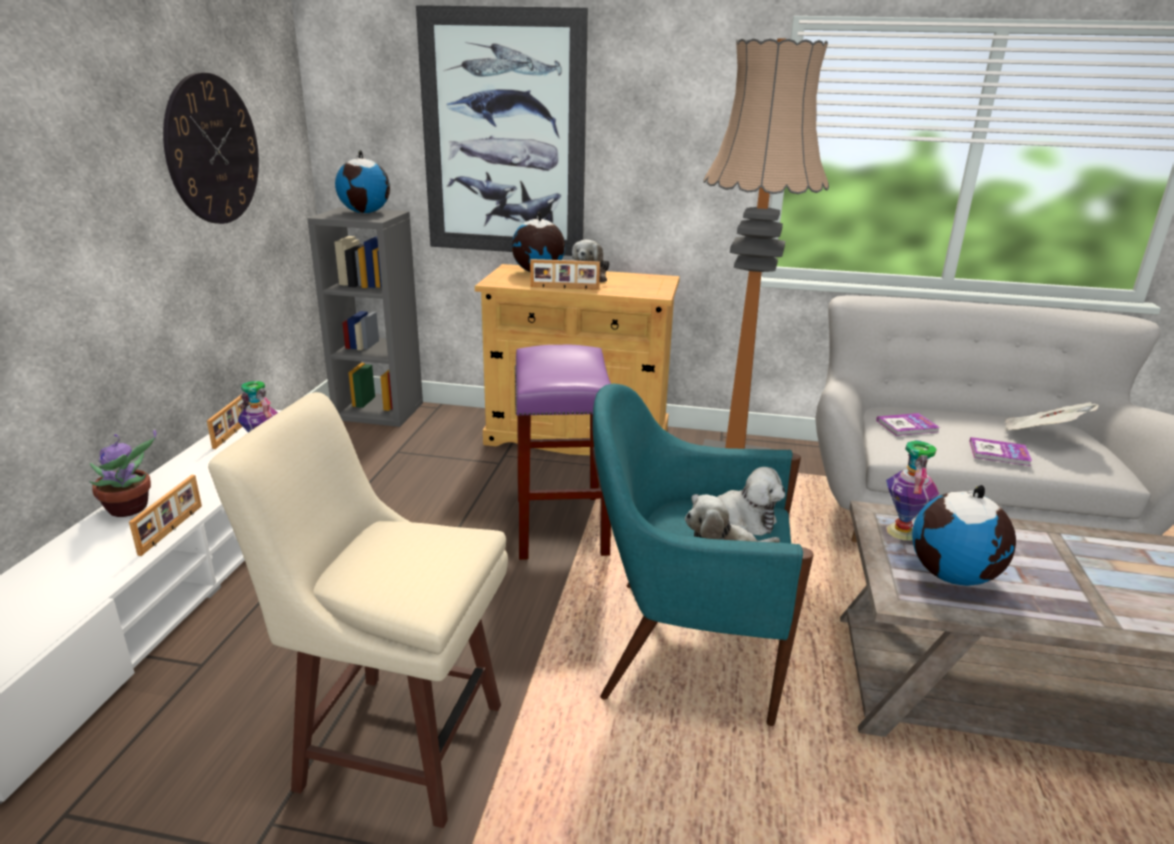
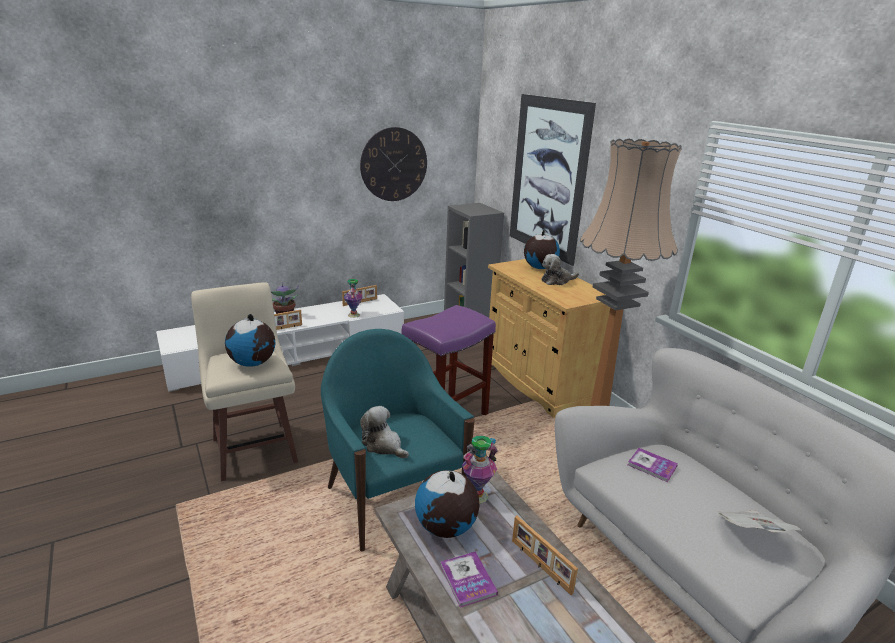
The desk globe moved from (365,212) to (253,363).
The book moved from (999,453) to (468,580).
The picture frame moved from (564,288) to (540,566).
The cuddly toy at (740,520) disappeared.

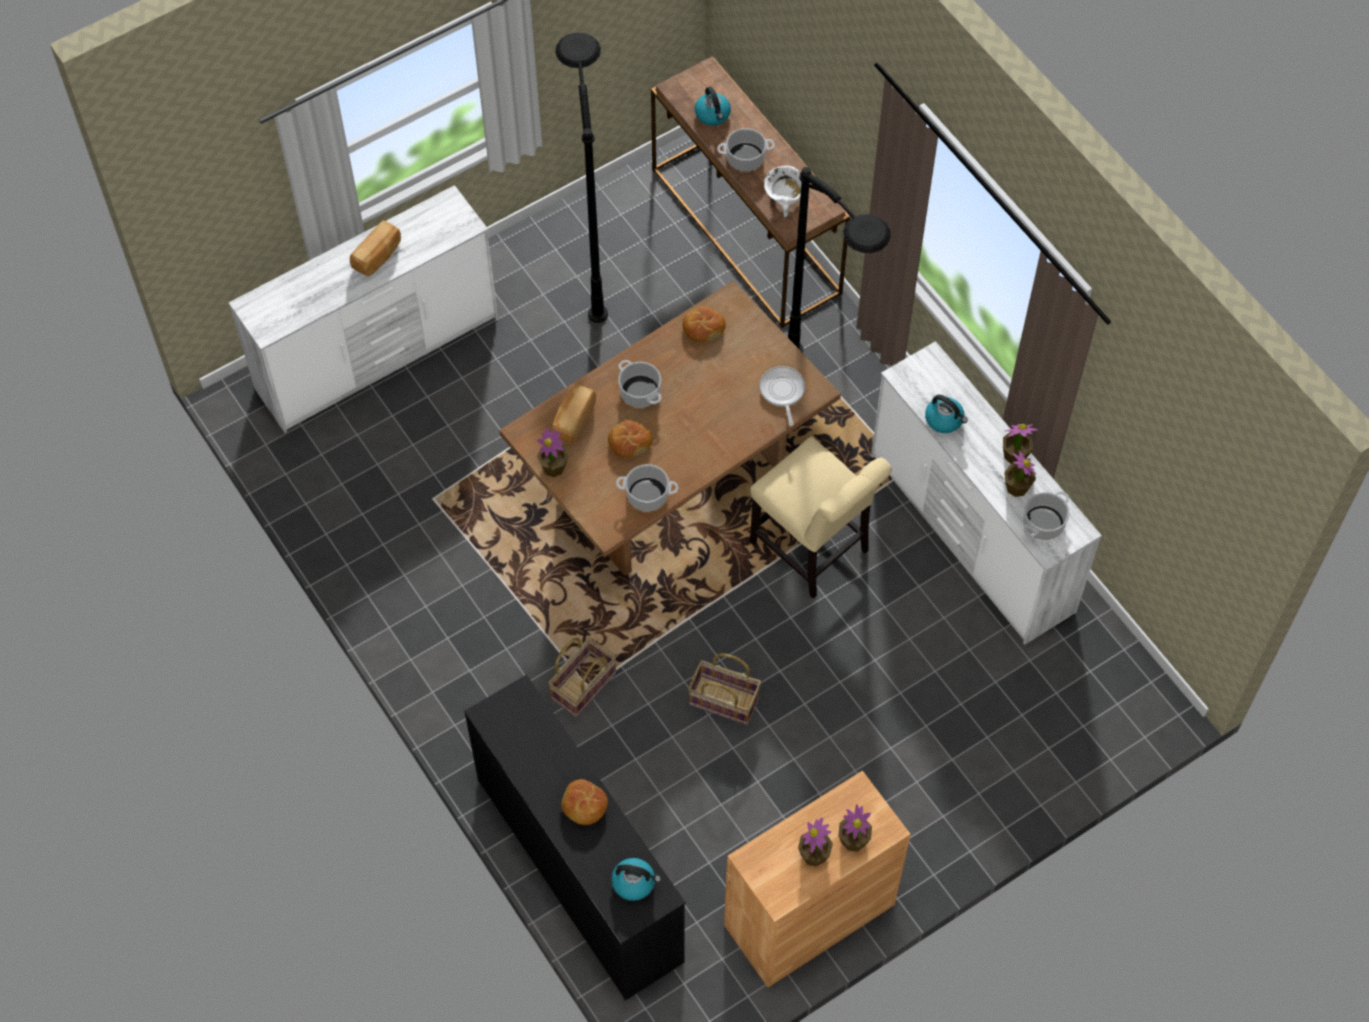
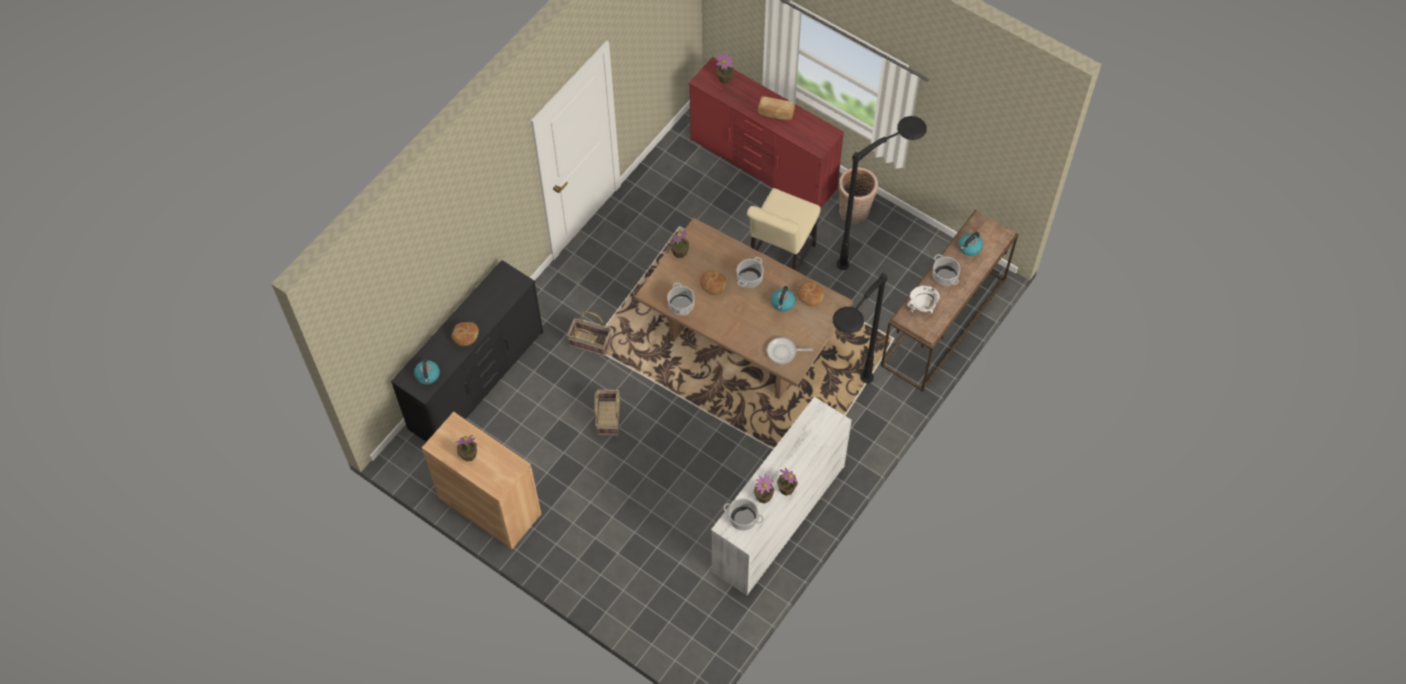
The dresser in whitish at (379,354) became the dresser in red at (763,165).
The houseplant moved from (853,840) to (725,78).
The upright chair in beige moved from (813,551) to (780,259).
The pan at (782,392) turned 150 degrees counterclockwise.
The water kettle moved from (944,420) to (783,303).
The storage basket at (854,213) appeared.
The baked bread at (572,420) disappeared.

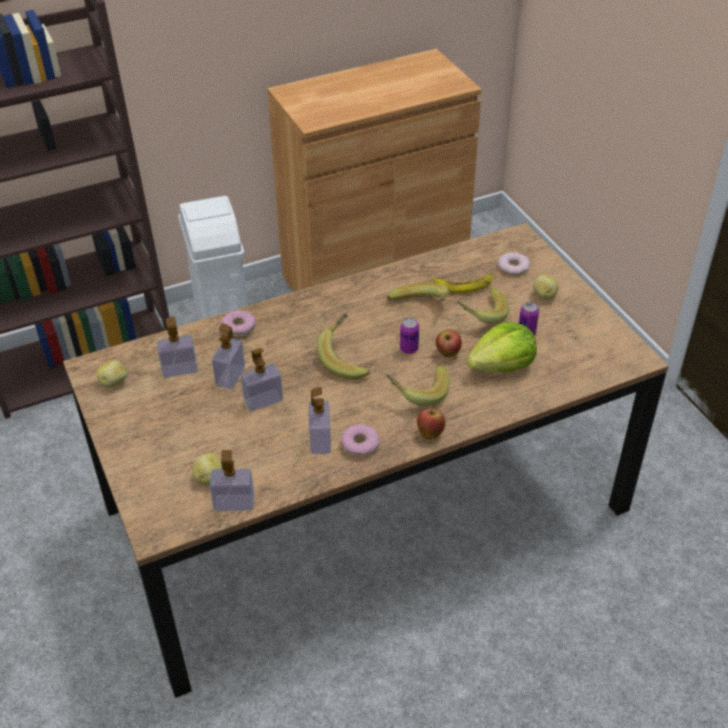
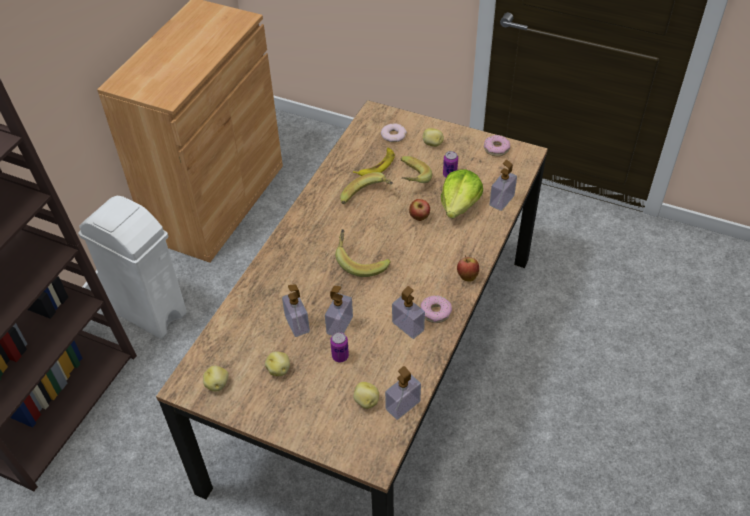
The potato at (279,369) appeared.
The sealed can moved from (409,349) to (340,356).
The donut moved from (239,328) to (496,149).
The soap dispenser moved from (179,369) to (501,200).
The banana fruit at (417,392) disappeared.

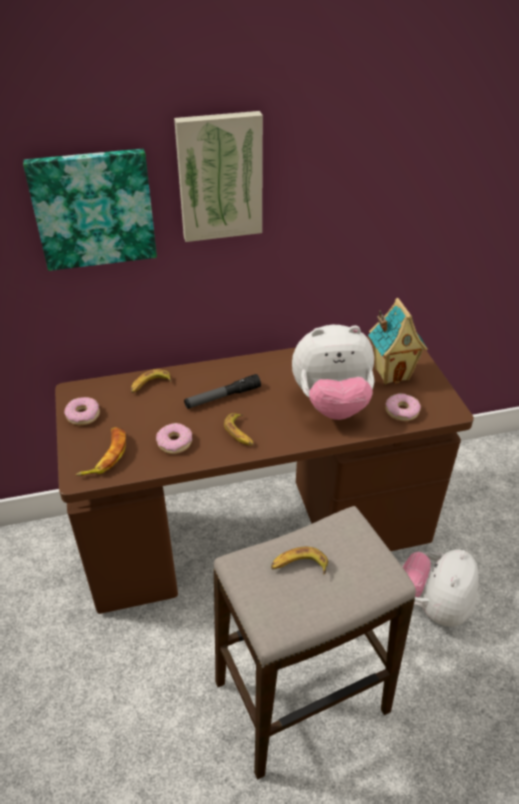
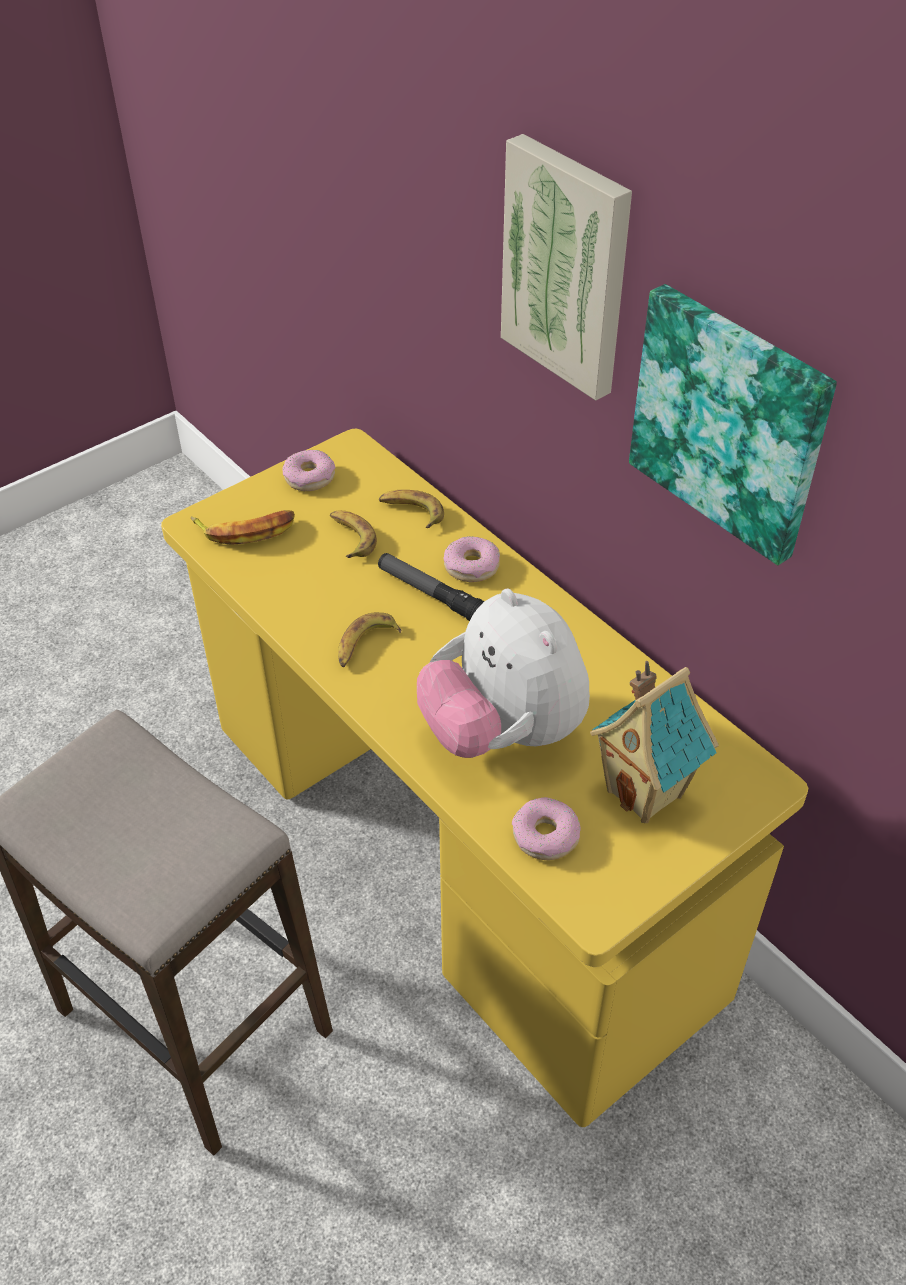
The desk in brown at (258,533) became the desk in yellowish at (455,854).
The banana fruit moved from (299,566) to (351,538).
The donut moved from (175,442) to (471,566).
The wall picture moved from (94,209) to (730,421).
The cuddly toy at (433,605) disappeared.

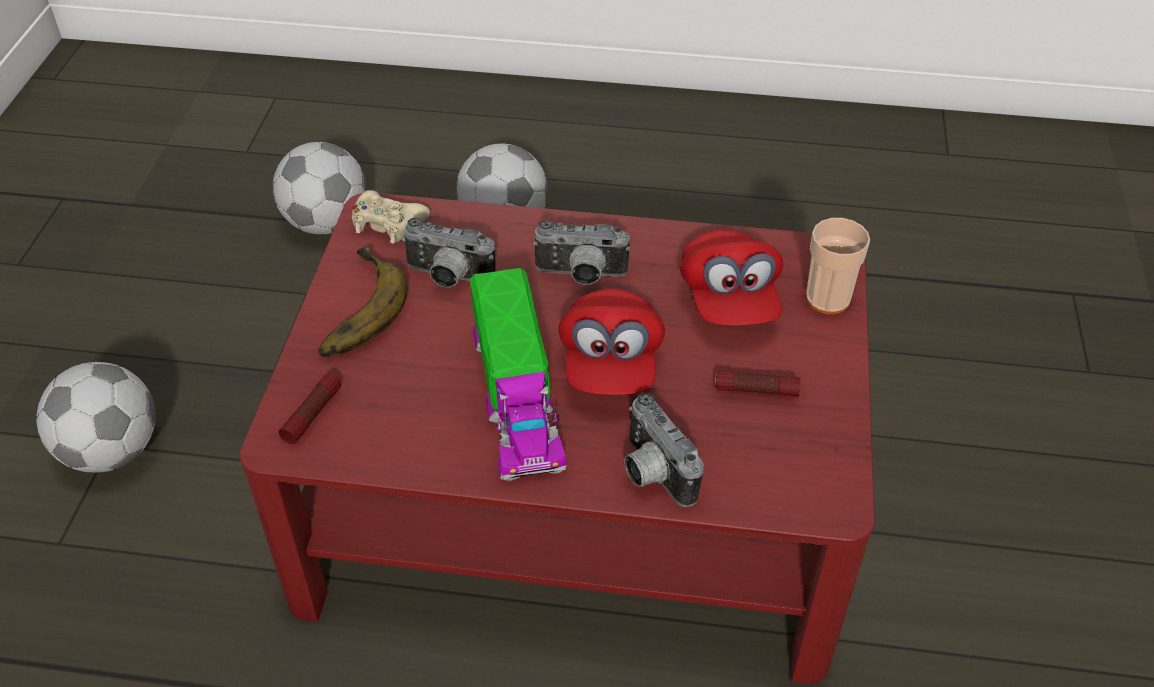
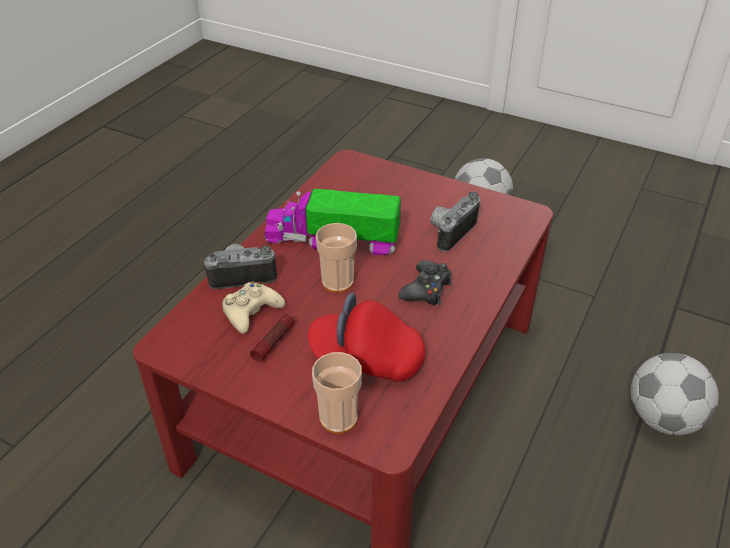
The joypad in beige moved from (388,223) to (251,312).
The baseball cap in red at (610,363) was replaced by the cup at (337,282).
The still camera at (580,276) was replaced by the joypad in black at (426,289).
The football ball at (327,222) disappeared.
The torch at (312,414) disappeared.
The banana fruit at (352,310) disappeared.

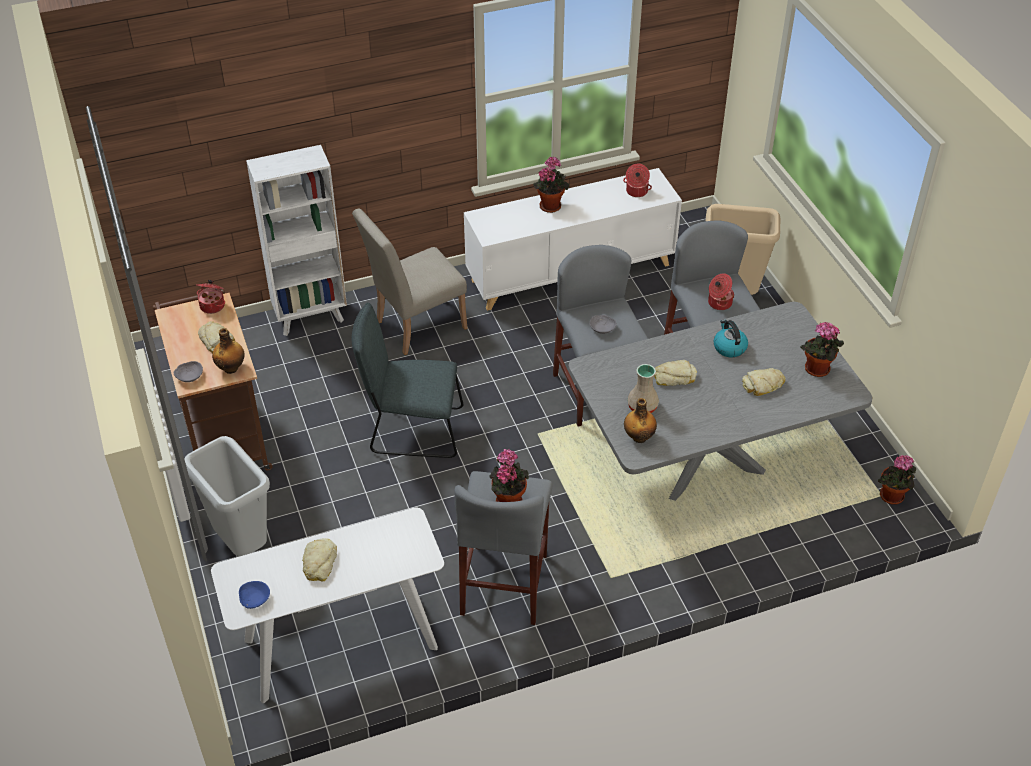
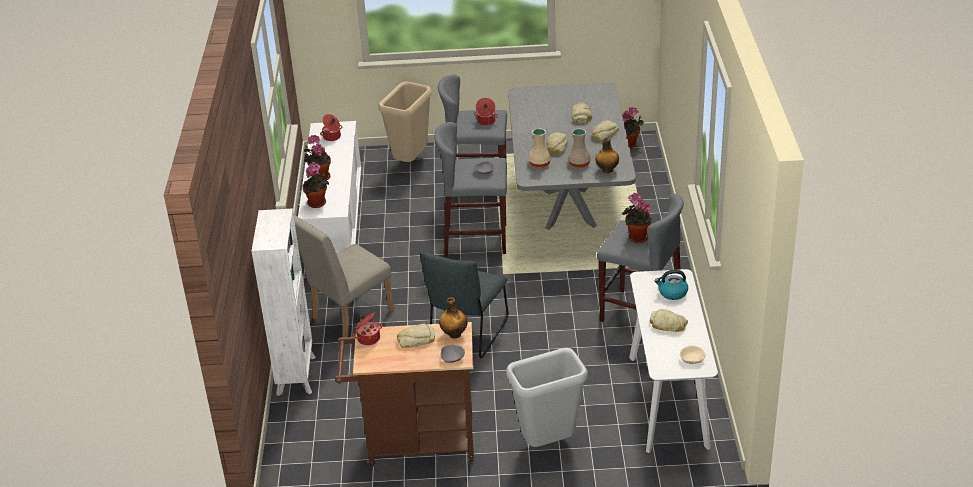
The upright chair in beige at (414,327) turned 60 degrees clockwise.
The houseplant moved from (816,370) to (318,204).
The decorative vase in beige at (540,164) appeared.
The baked bread at (604,134) appeared.
The water kettle moved from (729,347) to (672,293).
The deep dish in blue at (254,599) became the deep dish in beige at (692,359).

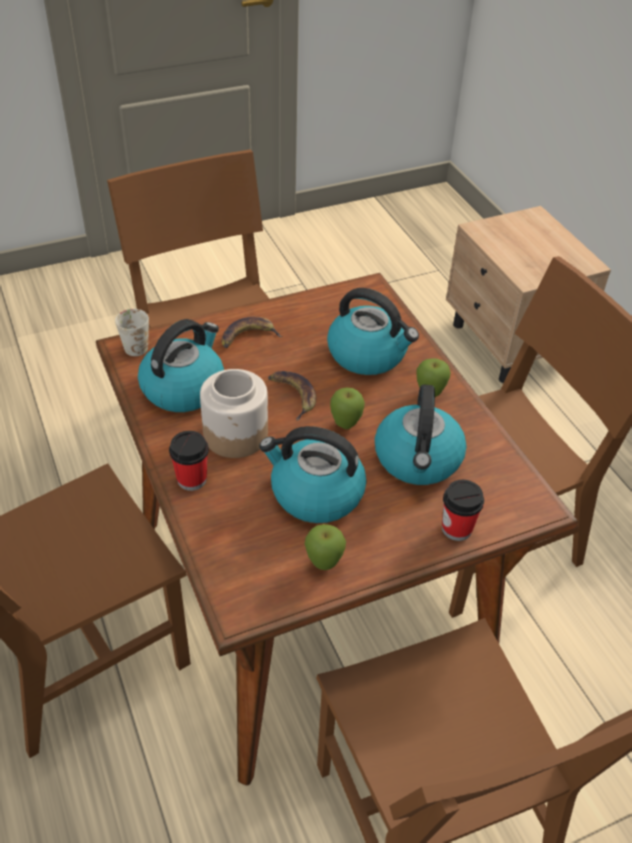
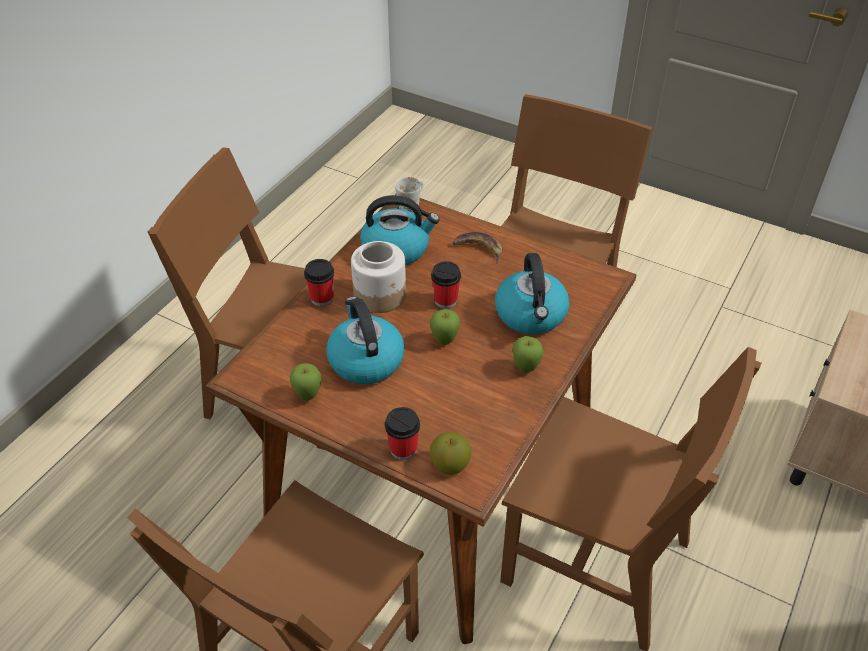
The whole apple at (450,465) appeared.
The banana fruit at (293,395) was replaced by the cup at (445,301).
The water kettle at (418,460) disappeared.

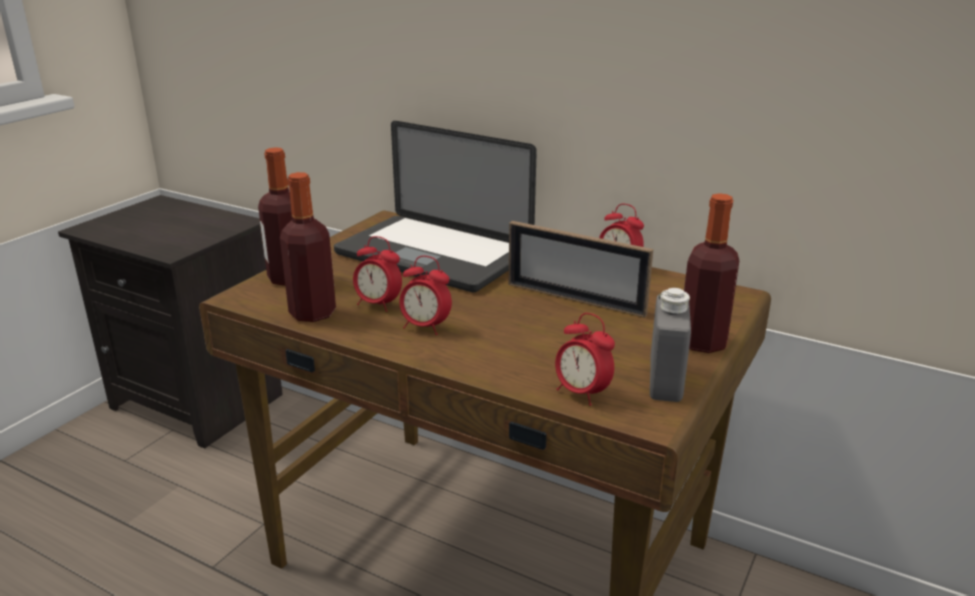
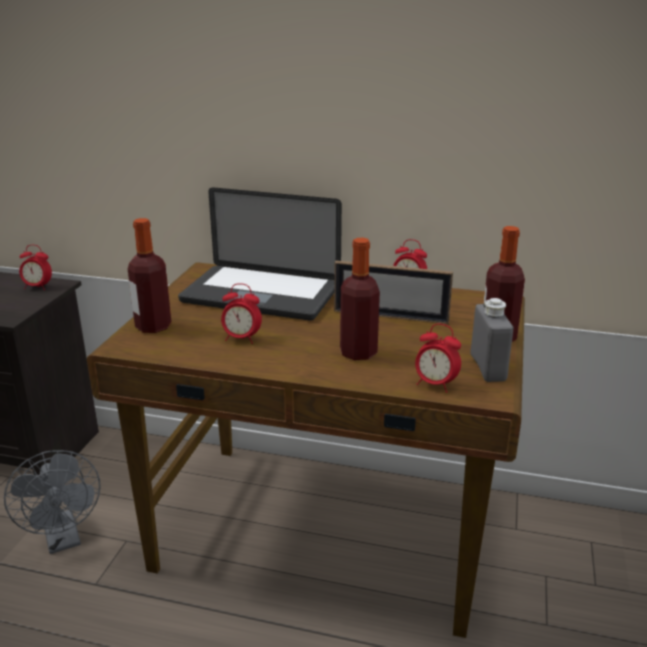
The cooling fan in greyish at (64,540) appeared.
The table clock moved from (425,327) to (38,287).
The beverage bottle moved from (312,313) to (358,352).

